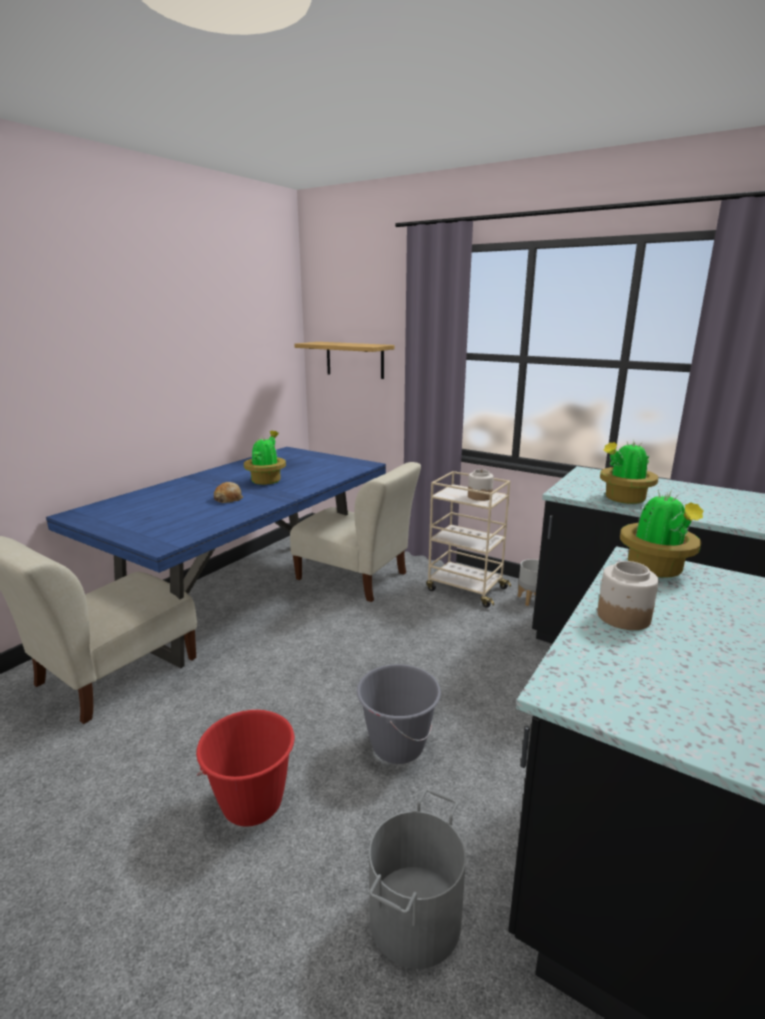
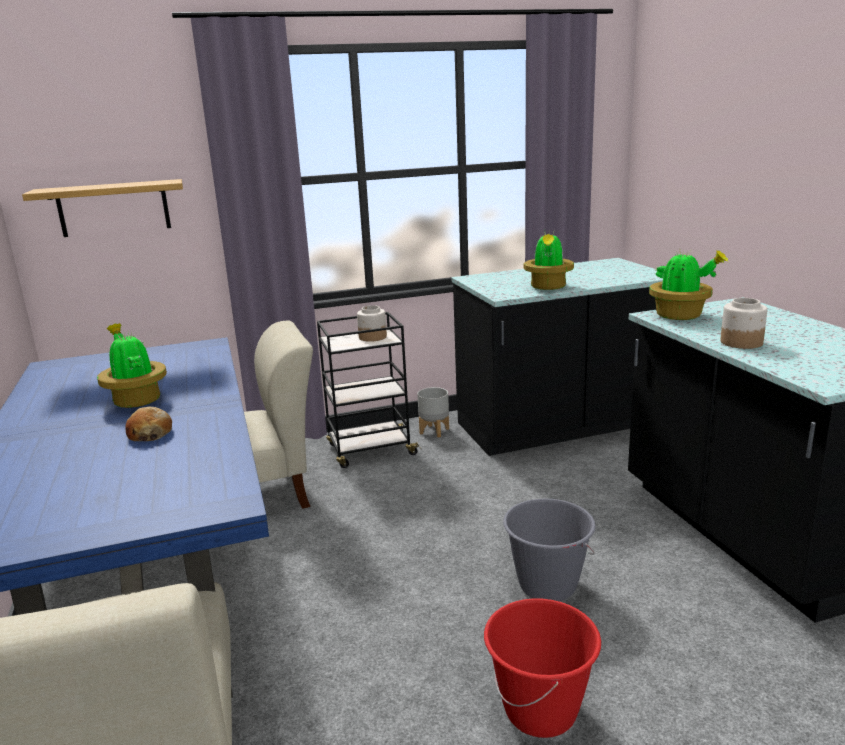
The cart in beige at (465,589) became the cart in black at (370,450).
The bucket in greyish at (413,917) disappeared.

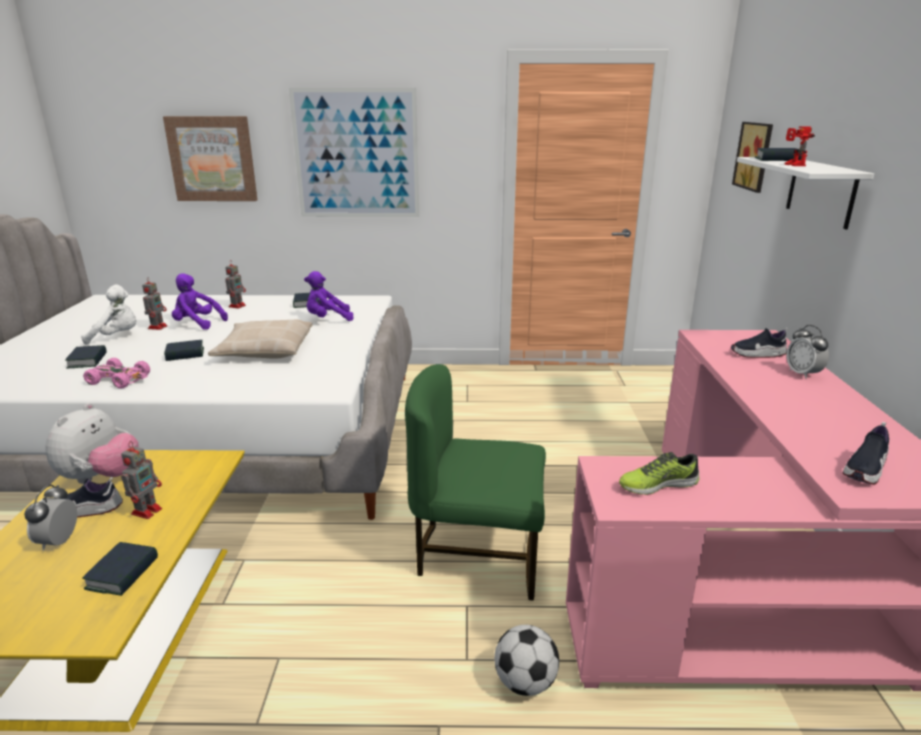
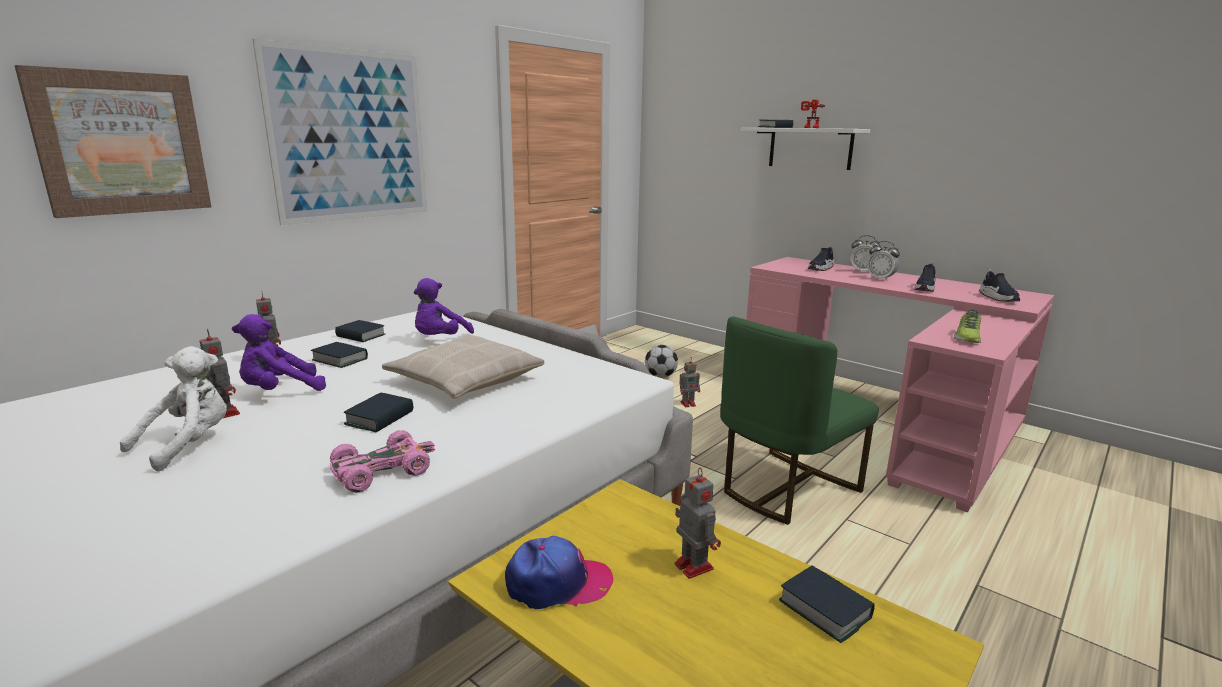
The book moved from (87,361) to (340,359).
The cuddly toy at (100,477) was replaced by the baseball cap at (558,584).
The football ball moved from (525,682) to (660,376).
The toy robot at (688,404) appeared.
The table clock moved from (59,541) to (880,279).
The low shoe moved from (88,510) to (925,288).
The wall picture at (755,156) disappeared.

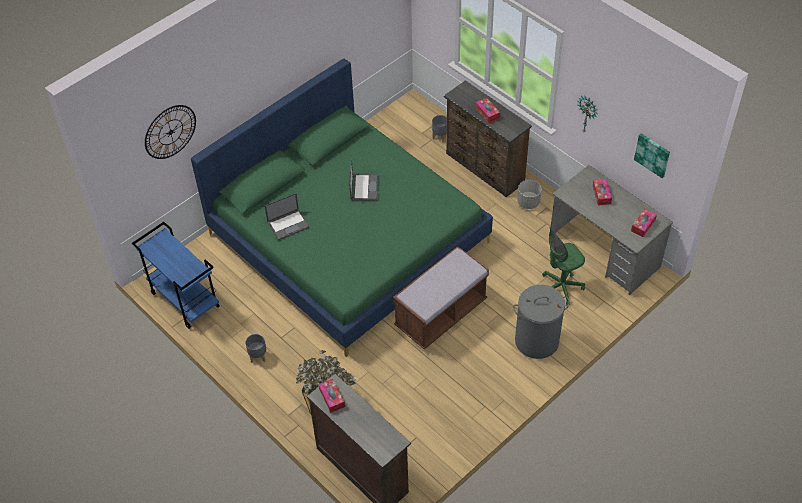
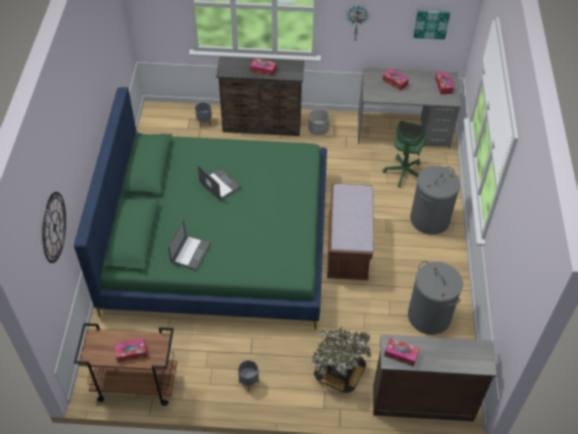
The cart in blue at (184,300) became the cart in brown at (135,385).
The tissue holder at (131,353) appeared.
The washing basket in greyish at (429,316) appeared.

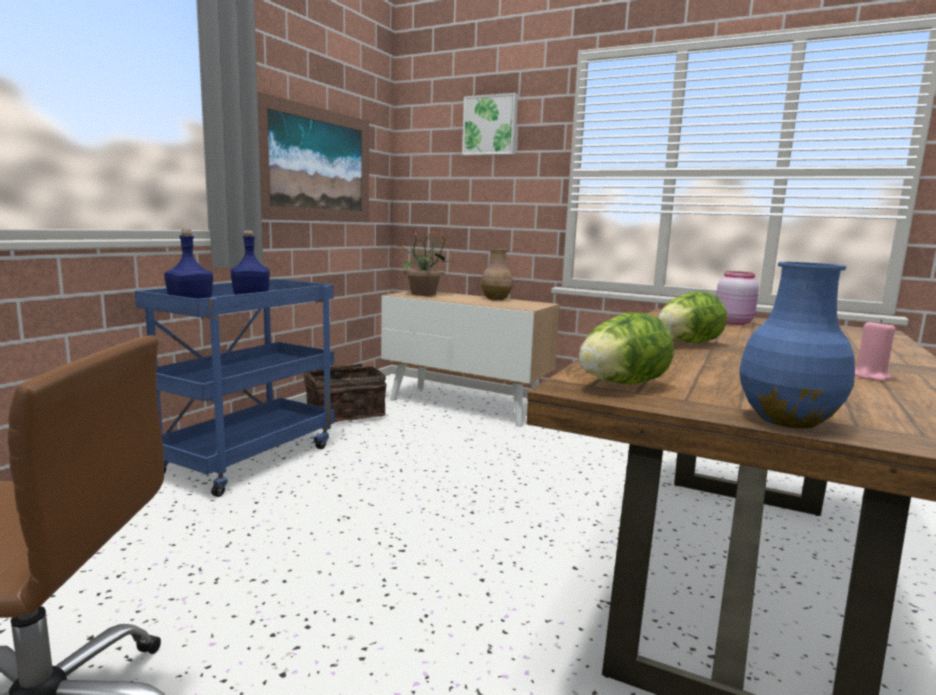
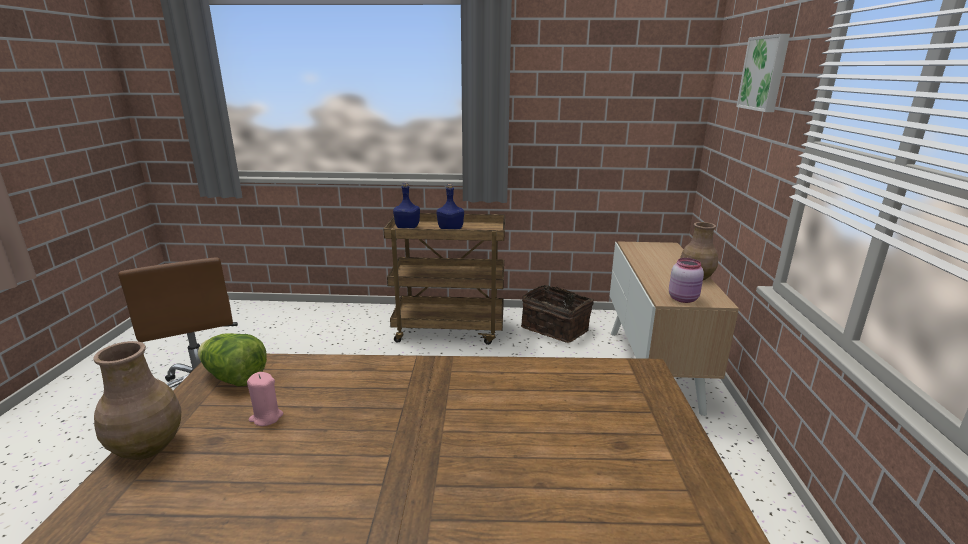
The decorative vase in blue at (785,420) became the decorative vase in brown at (148,446).
The wax light in pink-coloured moved from (871,377) to (266,417).
The cart in blue at (249,458) became the cart in brown at (450,329).
The preserve jar in pink-coloured moved from (733,322) to (684,299).
The wall picture at (317,165) disappeared.
The houseplant at (424,294) disappeared.
The lettuce head at (687,343) disappeared.

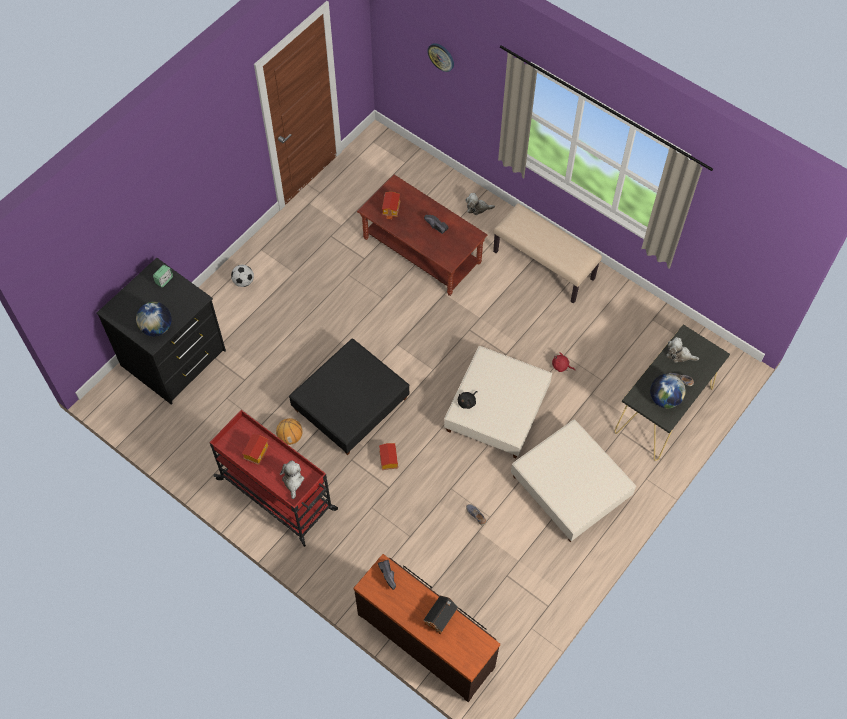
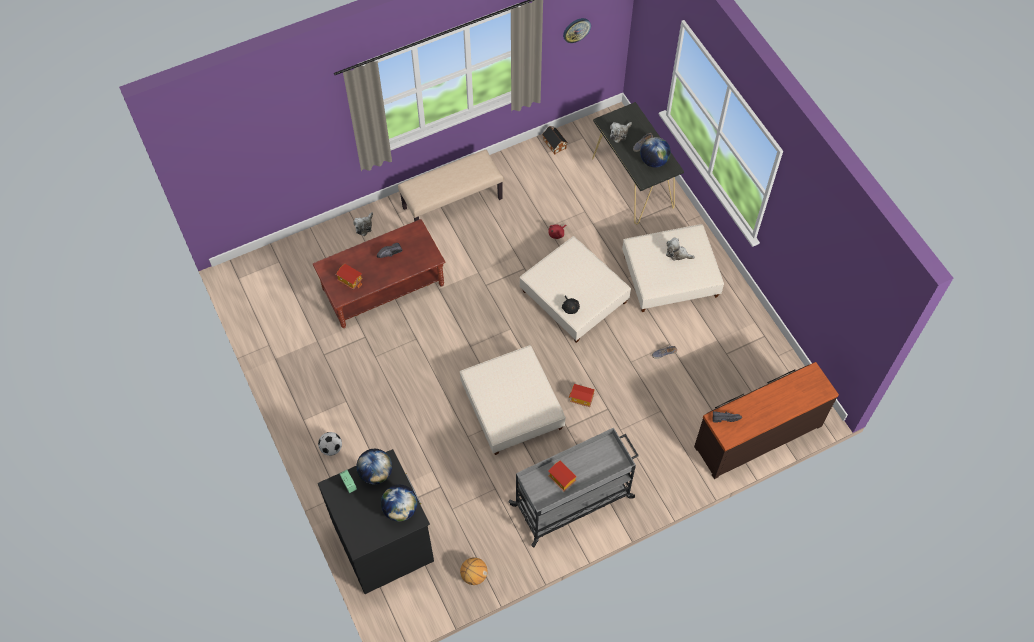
The desk globe at (376,473) appeared.
The footrest in black at (351,404) became the footrest in beige at (512,407).
The ball for basketball moved from (290,437) to (474,575).
The cart in red at (278,495) became the cart in greyish at (573,501).
The toy house moved from (441,616) to (554,143).
The hanging clock moved from (441,57) to (576,30).
The cuddly toy moved from (293,481) to (677,254).

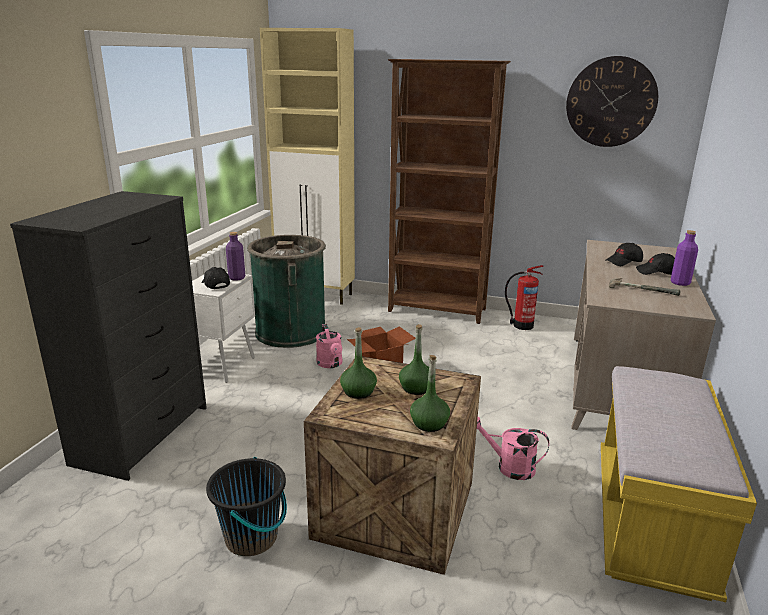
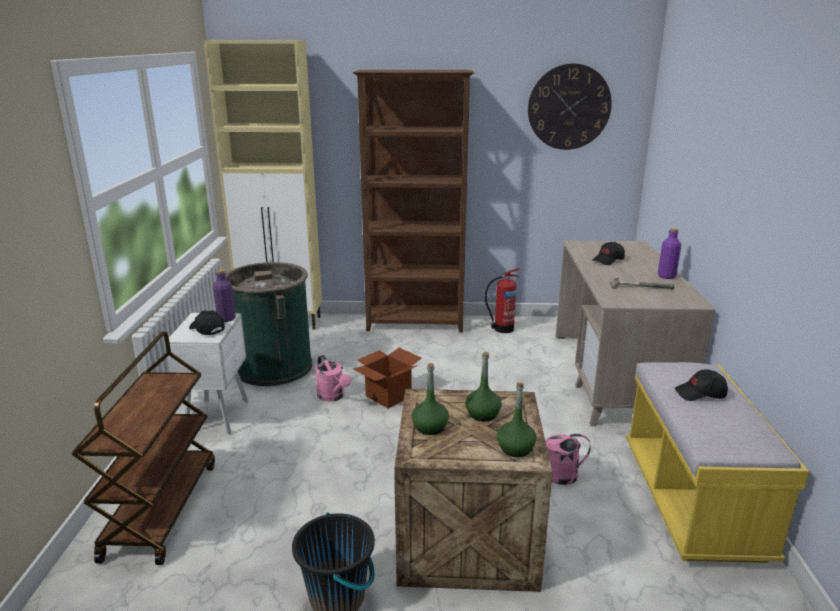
The dresser in black at (143,434) was replaced by the cart in brown at (161,509).
The baseball cap in black moved from (656,272) to (700,394).

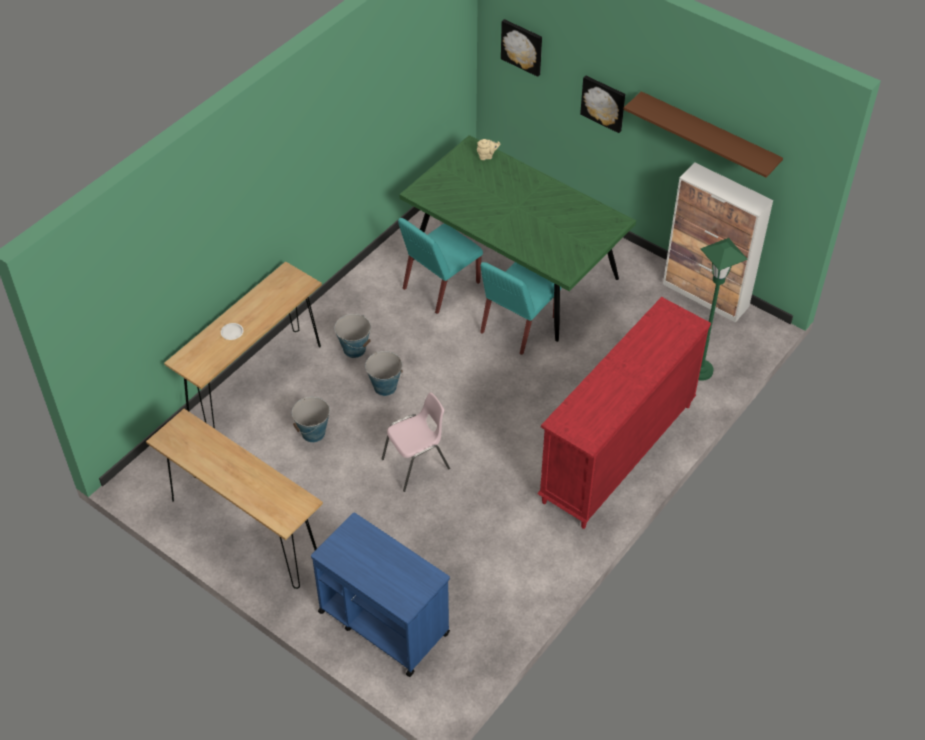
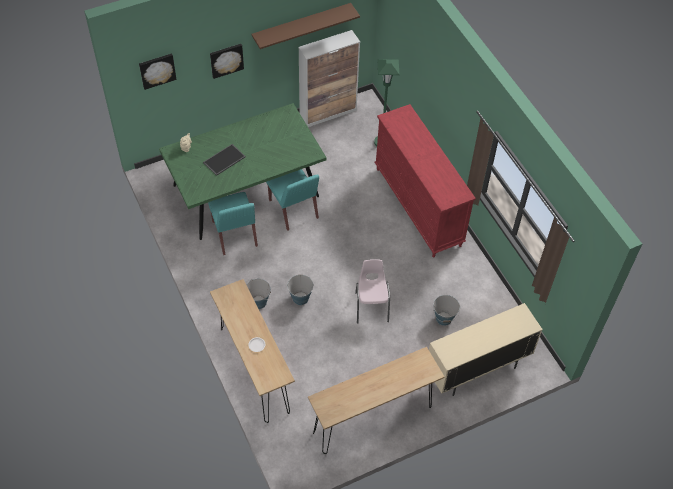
The carrying tray at (224,160) appeared.
The cart in blue at (383,622) was replaced by the storage cabinet in beige at (476,370).
The bucket moved from (313,433) to (444,318).

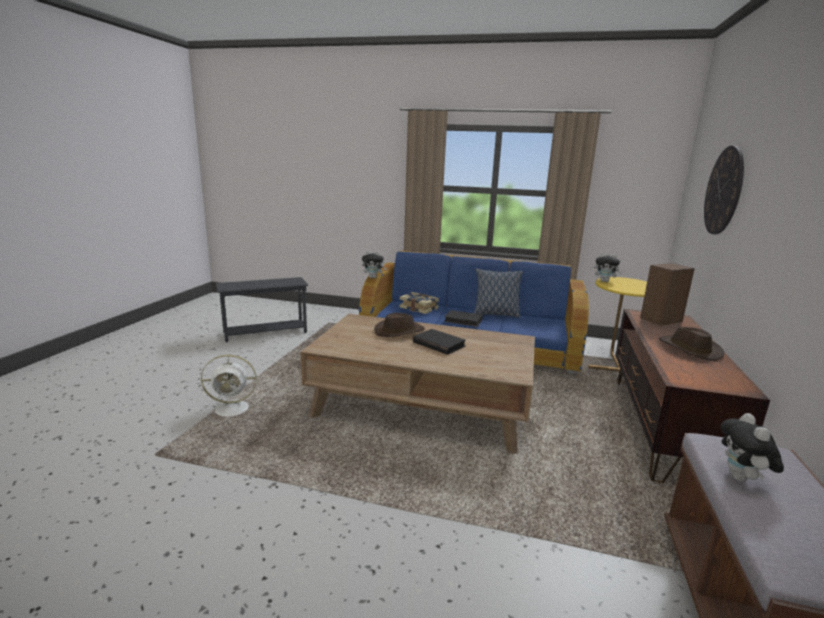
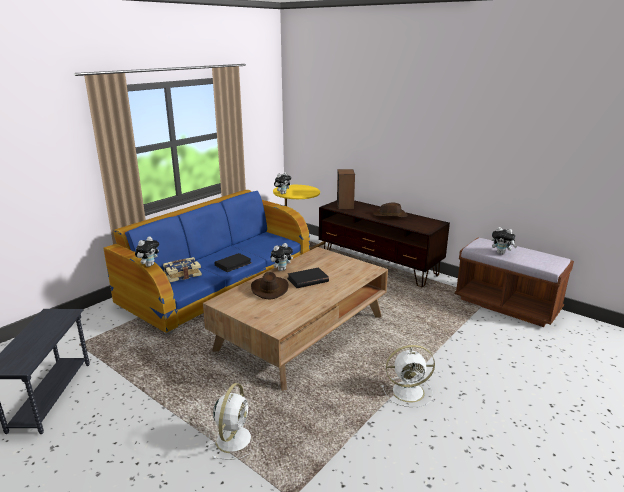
The cuddly toy at (281,269) appeared.
The cooling fan in whitish at (409,391) appeared.
The cushion at (495,314) disappeared.
The hanging clock at (723,191) disappeared.

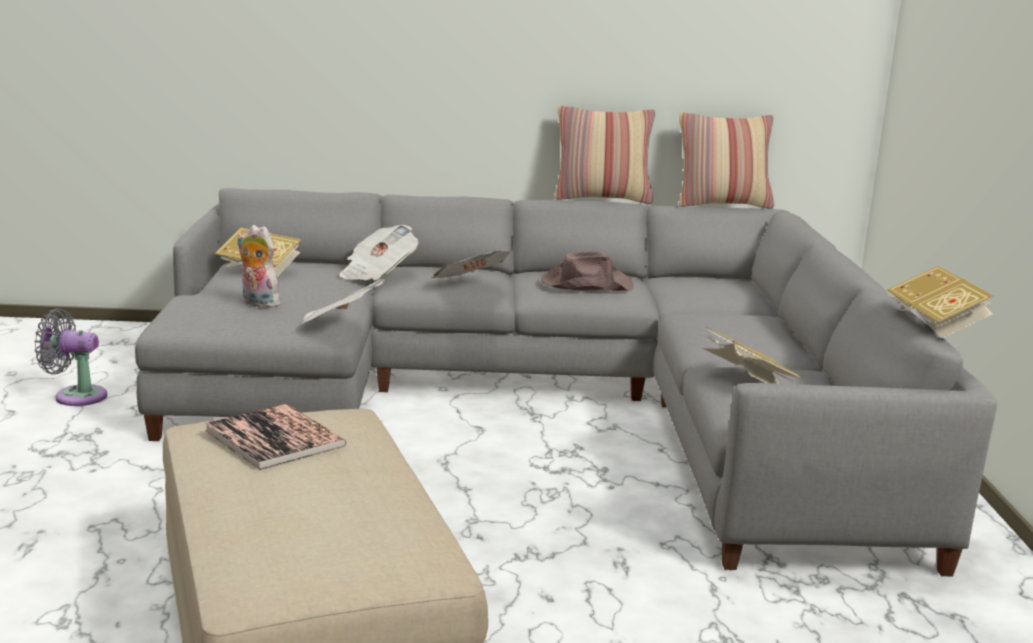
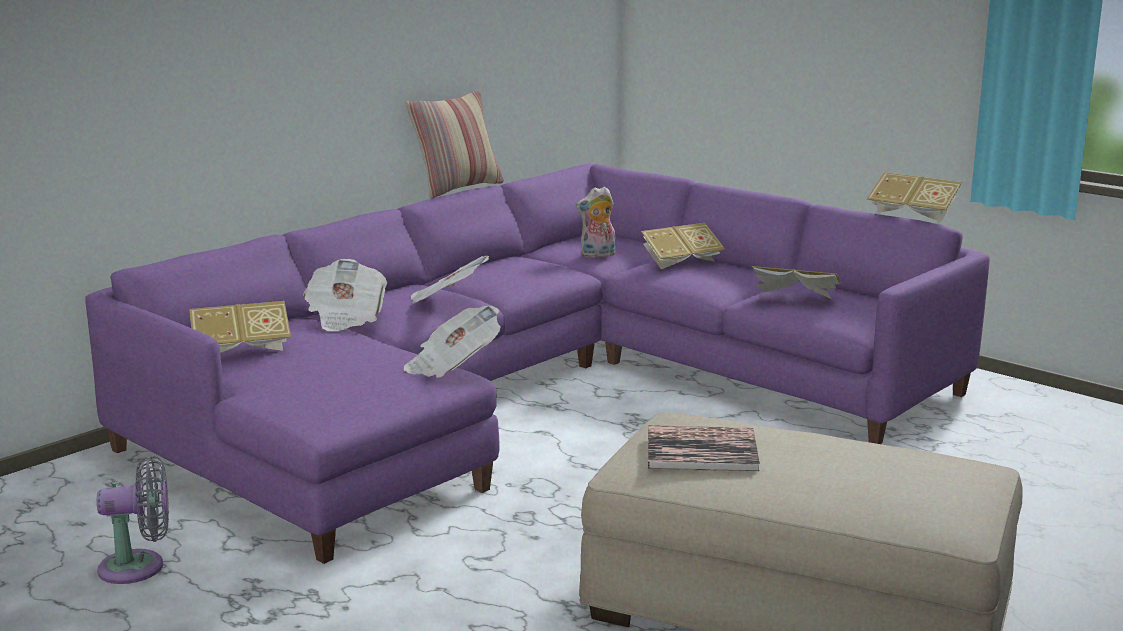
The couch in greyish at (551,401) became the couch in purplish at (538,392).
The cooling fan in greyish at (75,396) turned 150 degrees counterclockwise.
The cuddly toy moved from (258,303) to (597,255).
The book at (681,262) appeared.
The clothing hat in brown at (585,284) disappeared.
The cushion at (722,204) disappeared.

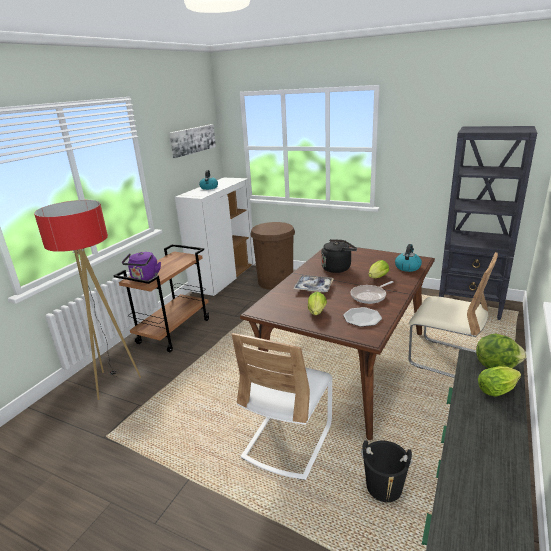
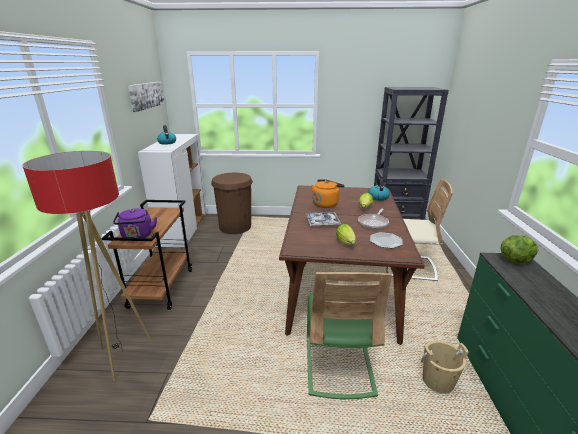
The upright chair in whitish at (288,440) became the upright chair in greenish at (338,365).
The water kettle in black at (337,268) became the water kettle in orange at (326,204).
The bucket in black at (384,487) became the bucket in beige at (438,381).
The lettuce head at (498,390) disappeared.

